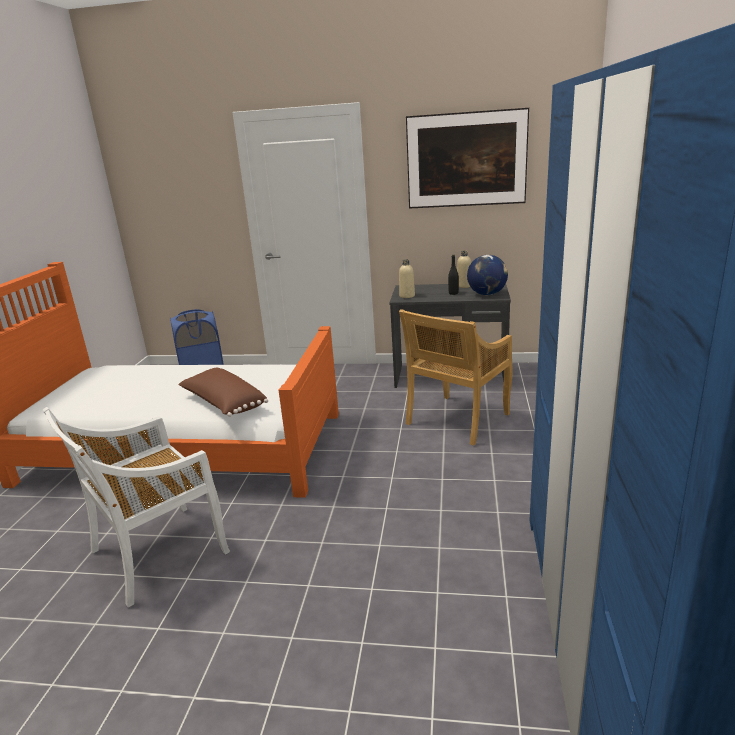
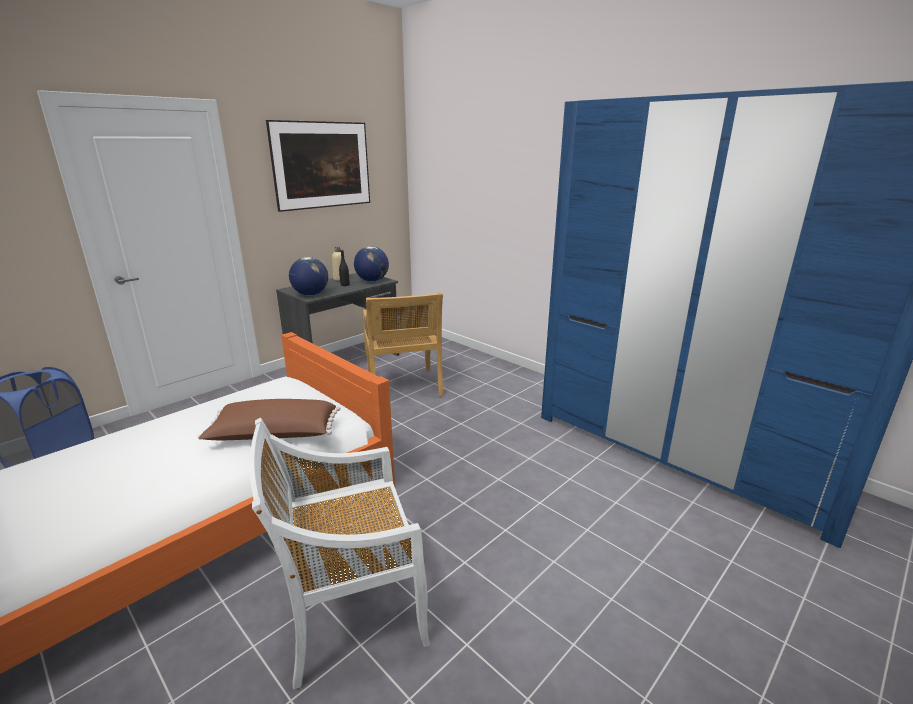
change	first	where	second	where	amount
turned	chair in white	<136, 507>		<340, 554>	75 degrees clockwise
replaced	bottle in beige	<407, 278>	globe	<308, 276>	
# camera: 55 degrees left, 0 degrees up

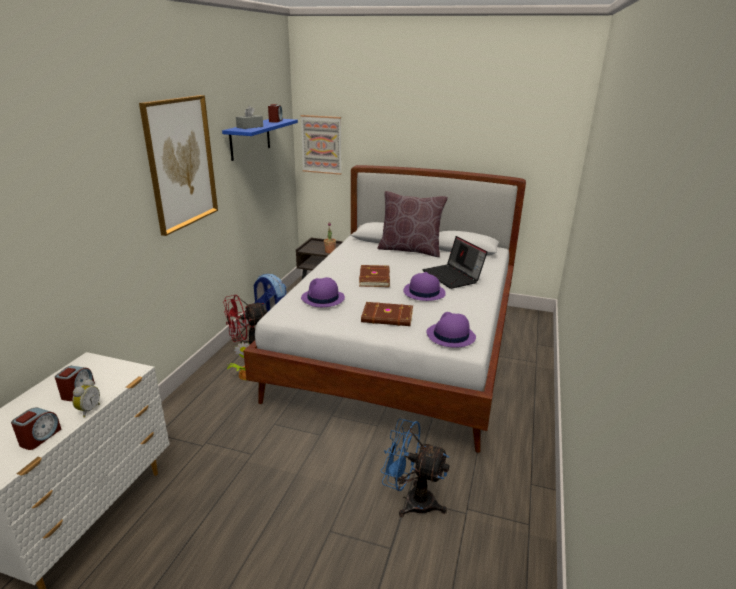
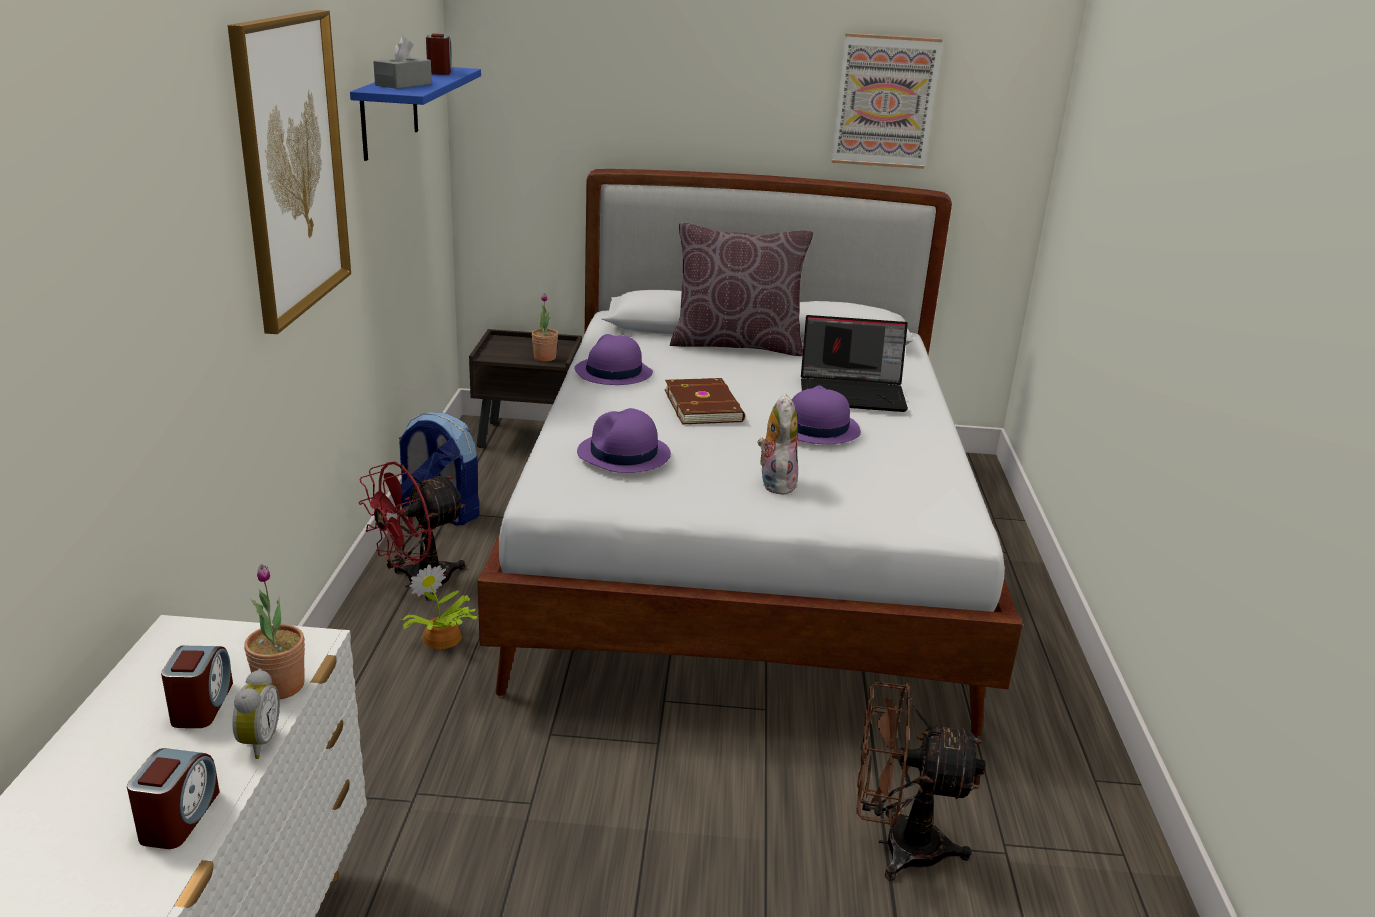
change	first	where	second	where	amount
added			potted plant	<274, 631>	
moved	hat in purple	<451, 330>		<613, 359>	
replaced	book in brown	<387, 314>	plush toy	<778, 444>	
turned	laptop	<455, 262>		<854, 363>	45 degrees counterclockwise
moved	picture	<321, 145>		<887, 101>	
recoloured	fan in blue	<415, 468>	fan in brown	<921, 781>	
# camera: 15 degrees left, 0 degrees up

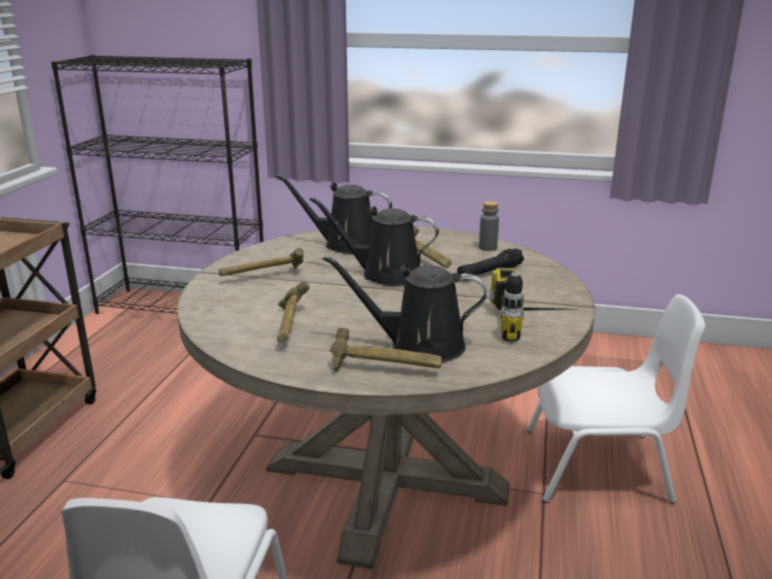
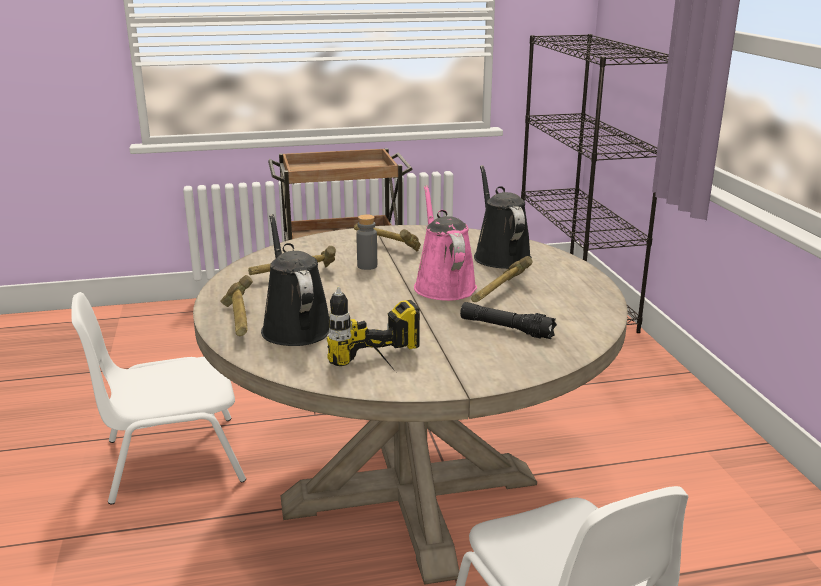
change	first	where	second	where	amount
moved	bottle in grey	<489, 226>		<366, 242>	
recoloured	watering can in black	<374, 241>	watering can in pink	<445, 243>	
# camera: 65 degrees right, 0 degrees up

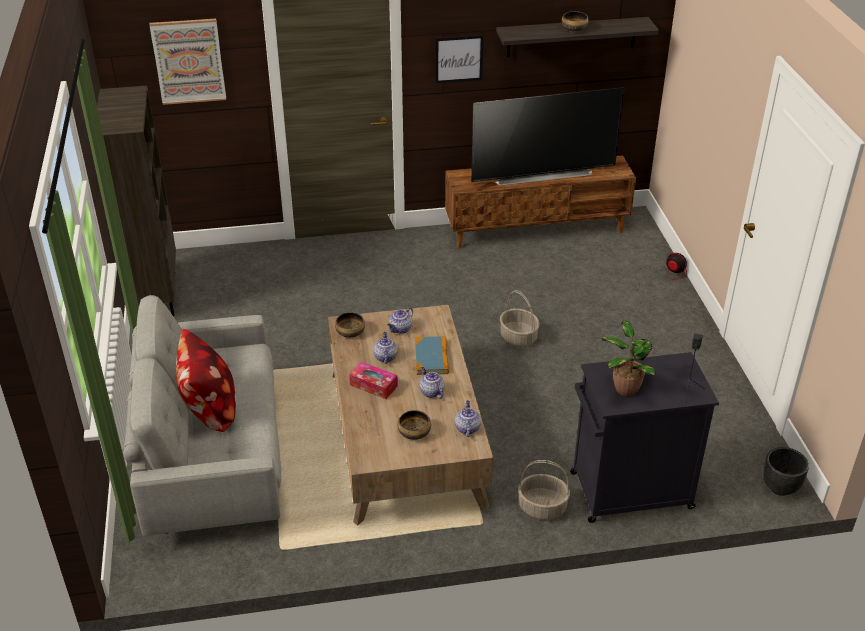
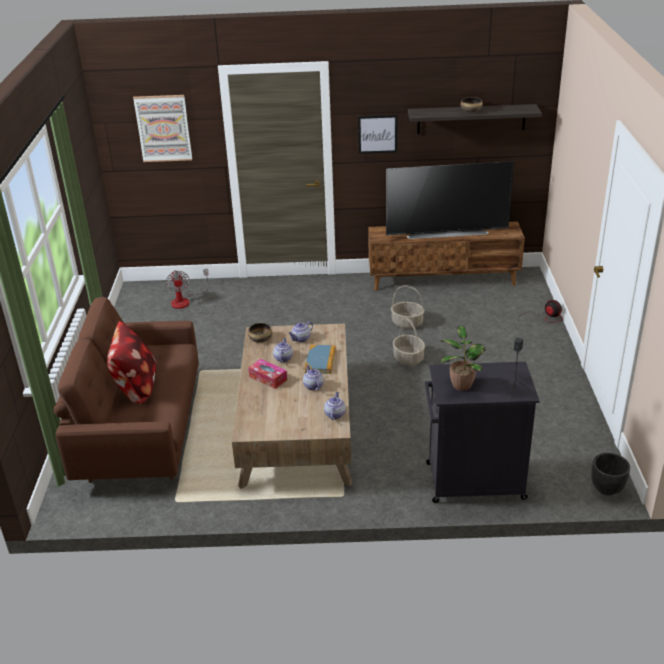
change	first	where	second	where	amount
recoloured	sofa in grey	<202, 415>	sofa in brown	<126, 390>	
added			fan	<187, 289>	
moved	basket	<544, 490>		<407, 307>	
removed	bookcase in brown	<136, 201>			
removed	bowl	<414, 425>			
# camera: 10 degrees right, 5 degrees down

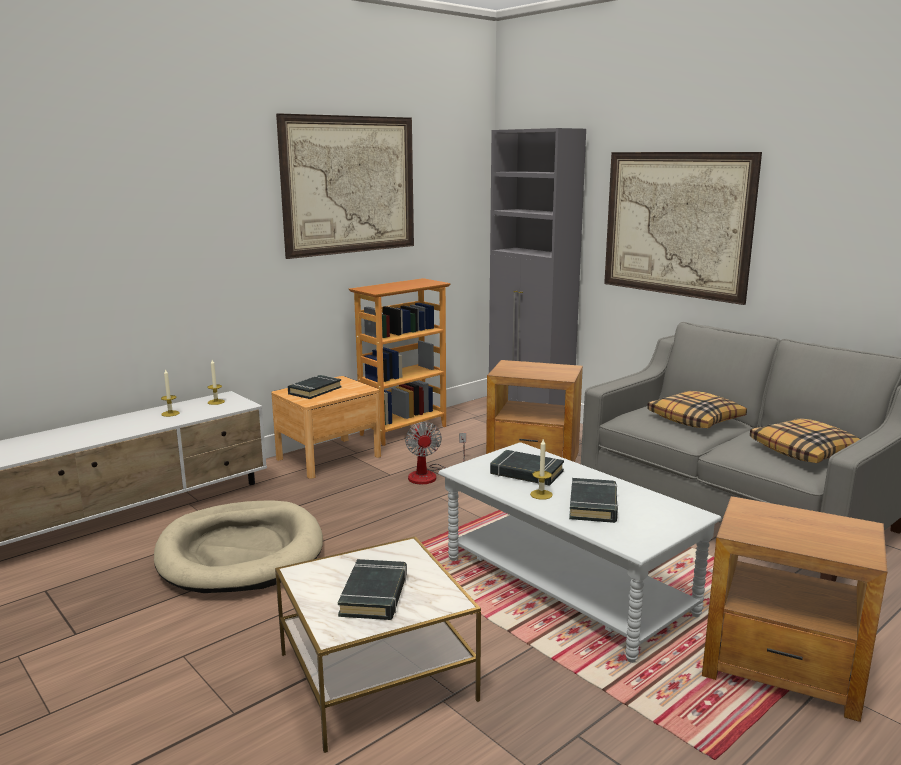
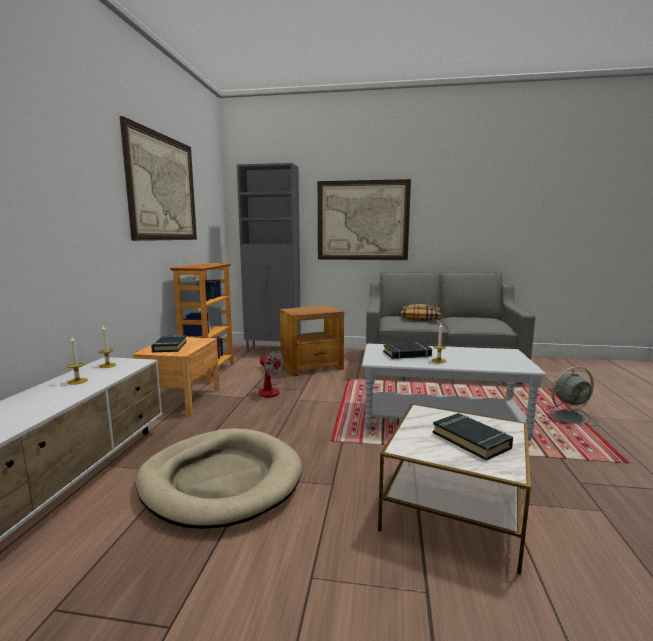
change	first	where	second	where	amount
replaced	side table in brown	<794, 609>	fan in grey	<570, 396>	
removed	book in black	<593, 500>			
removed	pillow	<805, 440>			
# camera: 40 degrees left, 5 degrees down

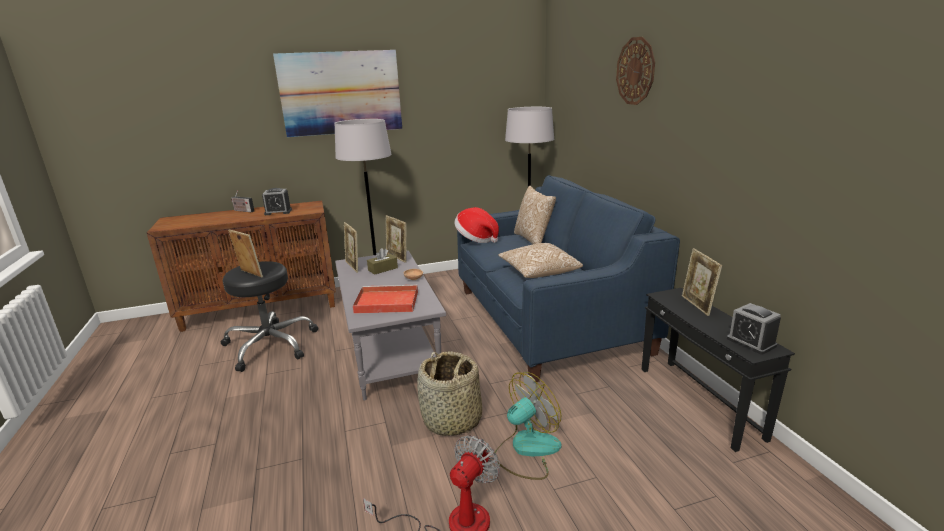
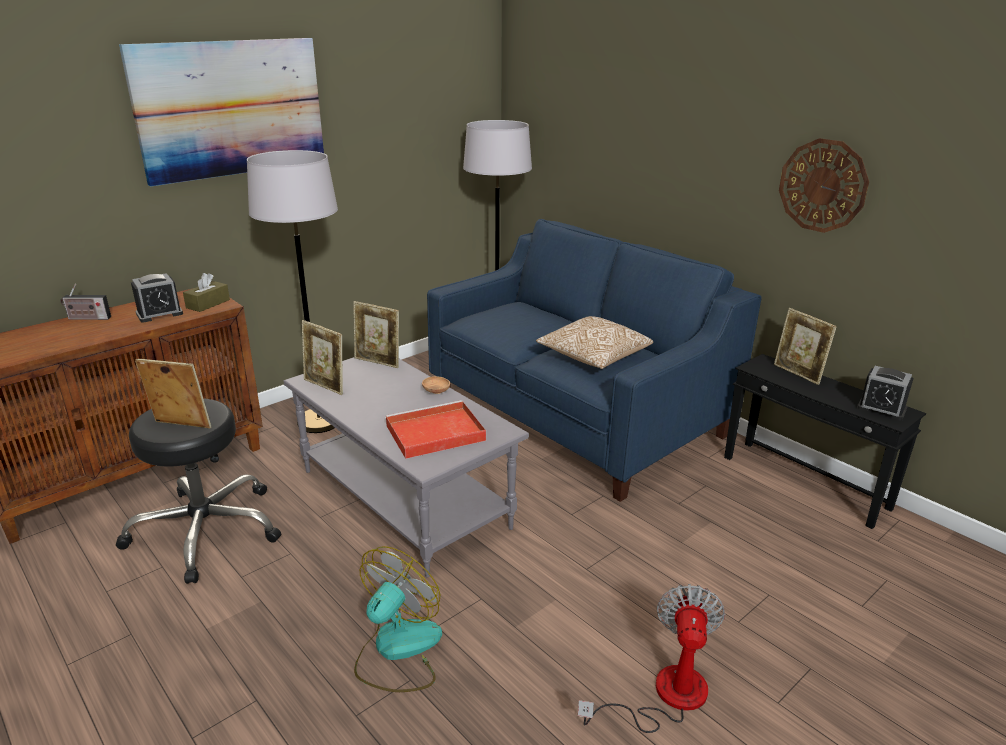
change	first	where	second	where	amount
moved	tissue box in brown	<382, 261>		<206, 292>	
moved	fan	<528, 426>		<398, 619>	
moved	wall clock	<635, 71>		<824, 185>	
removed	basket	<449, 393>			
removed	hat	<476, 225>			
removed	pillow	<535, 215>			
# camera: 25 degrees left, 5 degrees up

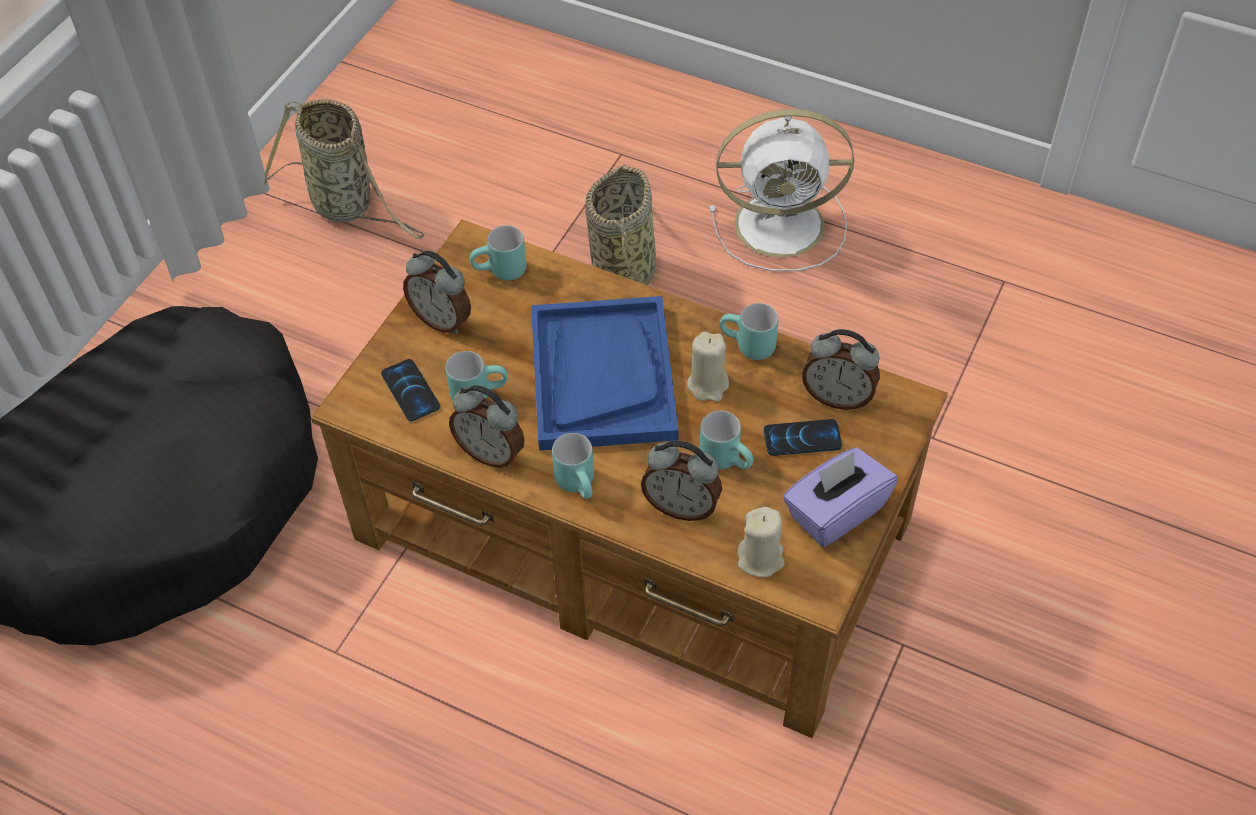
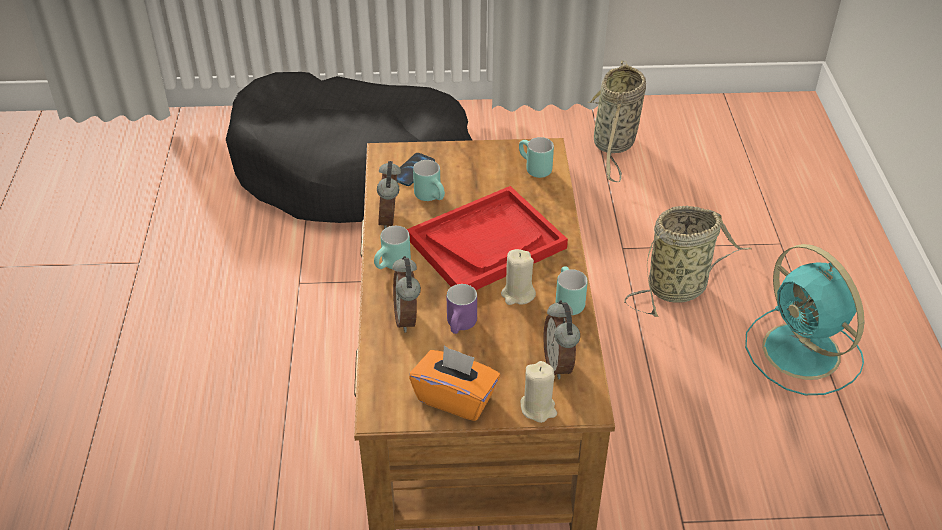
change	first	where	second	where	amount
recoloured	tray in blue	<605, 373>	tray in red	<487, 238>	
recoloured	tissue box in purple	<840, 497>	tissue box in orange	<454, 383>	
recoloured	mug in turquoise	<726, 440>	mug in purple	<462, 309>	
moved	candle in beige	<761, 542>		<539, 392>	
recoloured	fan in white	<782, 190>	fan in turquoise	<804, 319>	
removed	alarm clock	<437, 292>			
removed	phone	<803, 437>			
# camera: 60 degrees right, 10 degrees down

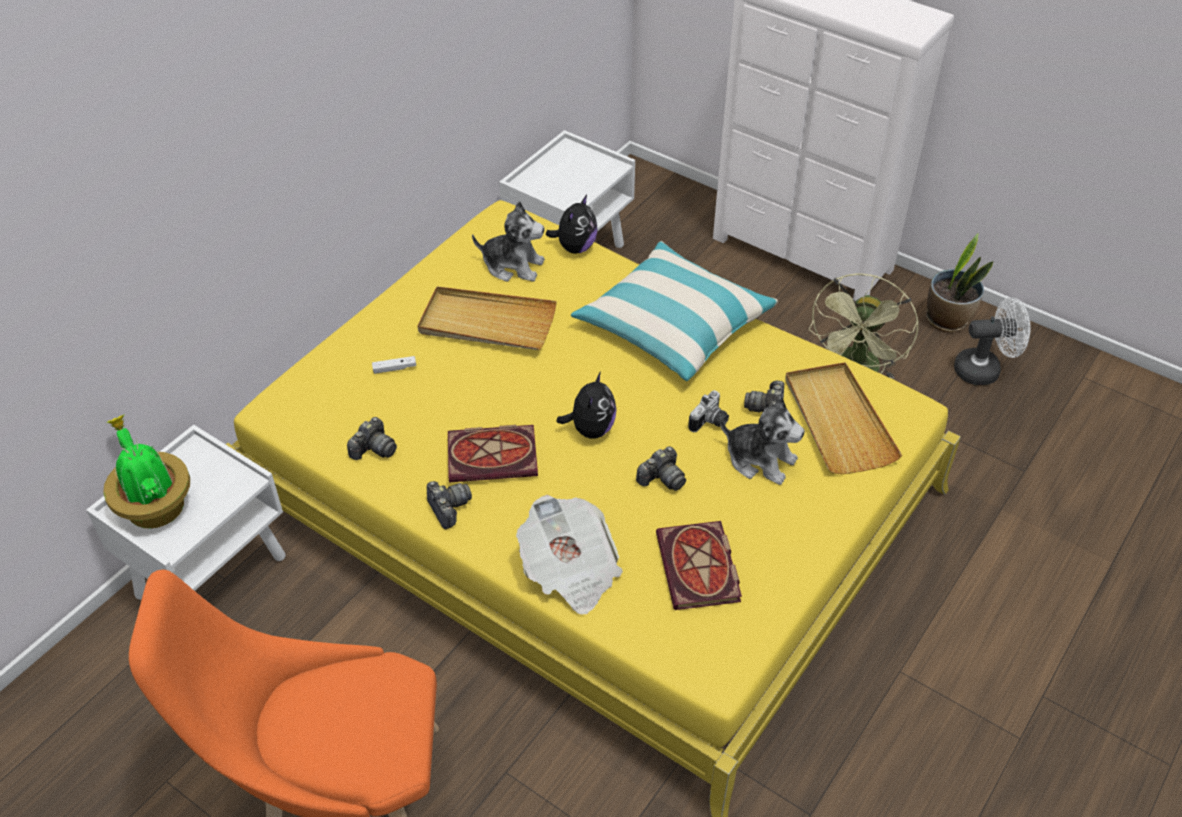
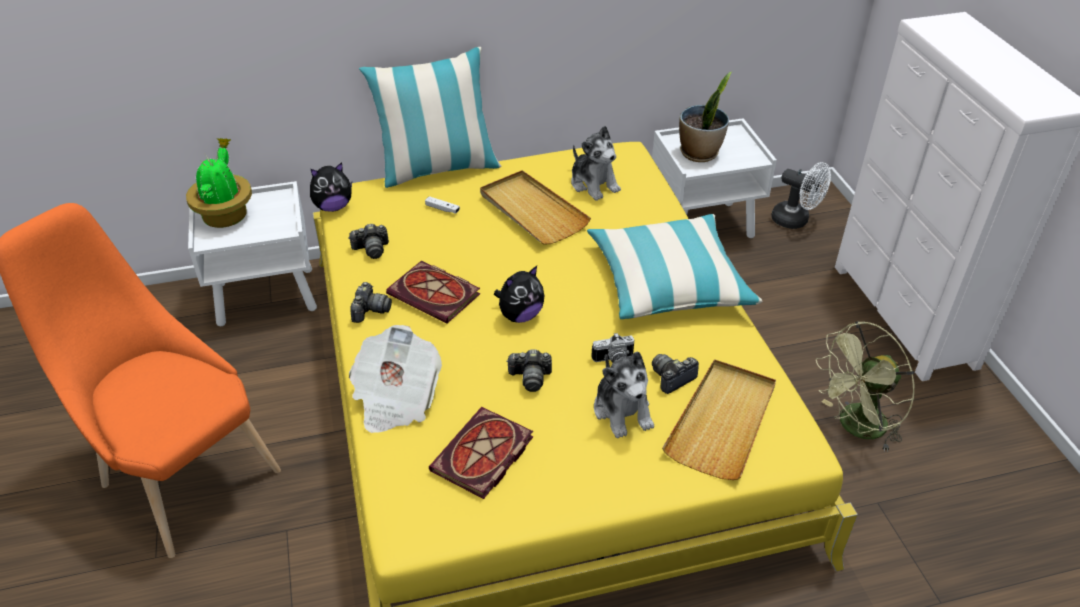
change	first	where	second	where	amount
moved	plush toy	<571, 224>		<331, 187>	
added			pillow	<430, 117>	
moved	potted plant	<959, 283>		<705, 117>	
moved	fan in white	<992, 341>		<801, 195>	
# camera: 40 degrees right, 5 degrees down

